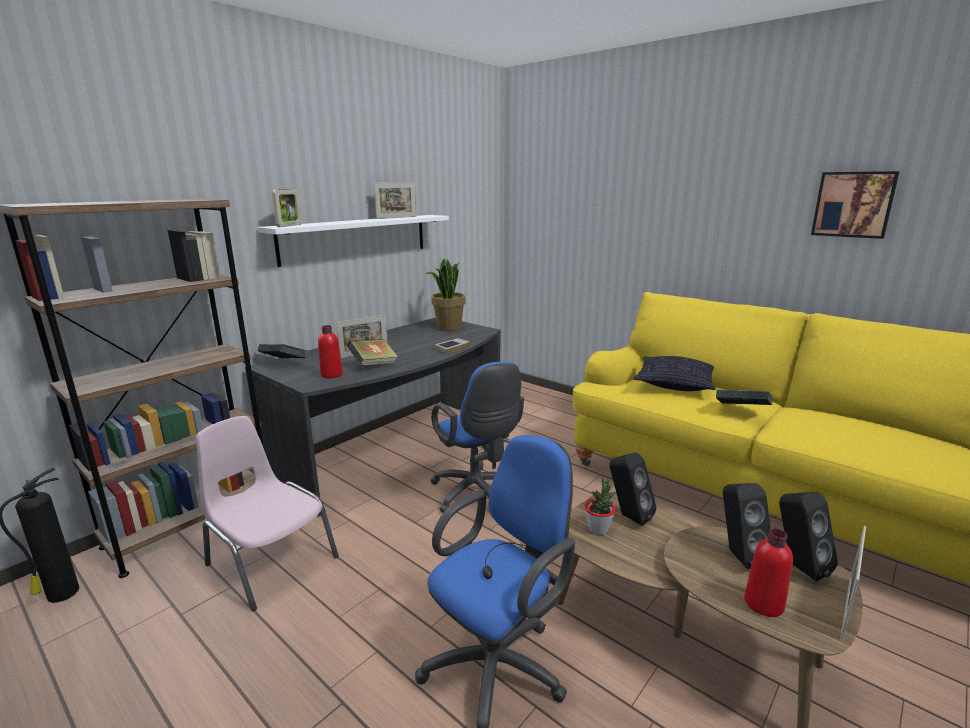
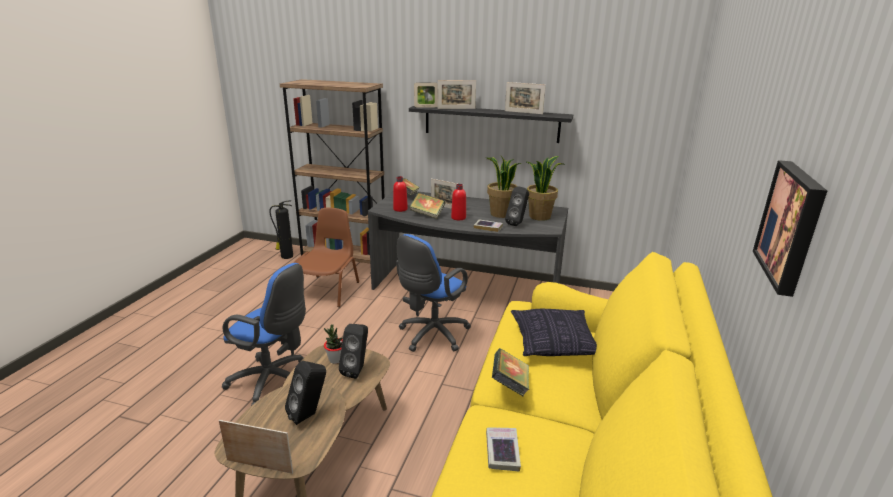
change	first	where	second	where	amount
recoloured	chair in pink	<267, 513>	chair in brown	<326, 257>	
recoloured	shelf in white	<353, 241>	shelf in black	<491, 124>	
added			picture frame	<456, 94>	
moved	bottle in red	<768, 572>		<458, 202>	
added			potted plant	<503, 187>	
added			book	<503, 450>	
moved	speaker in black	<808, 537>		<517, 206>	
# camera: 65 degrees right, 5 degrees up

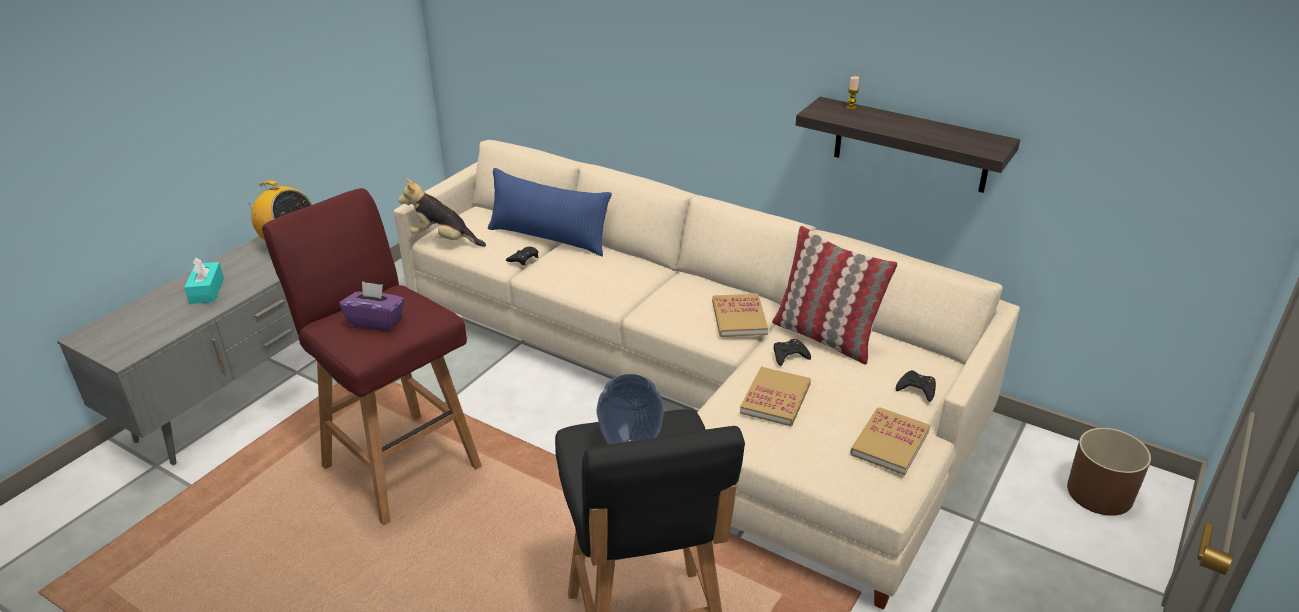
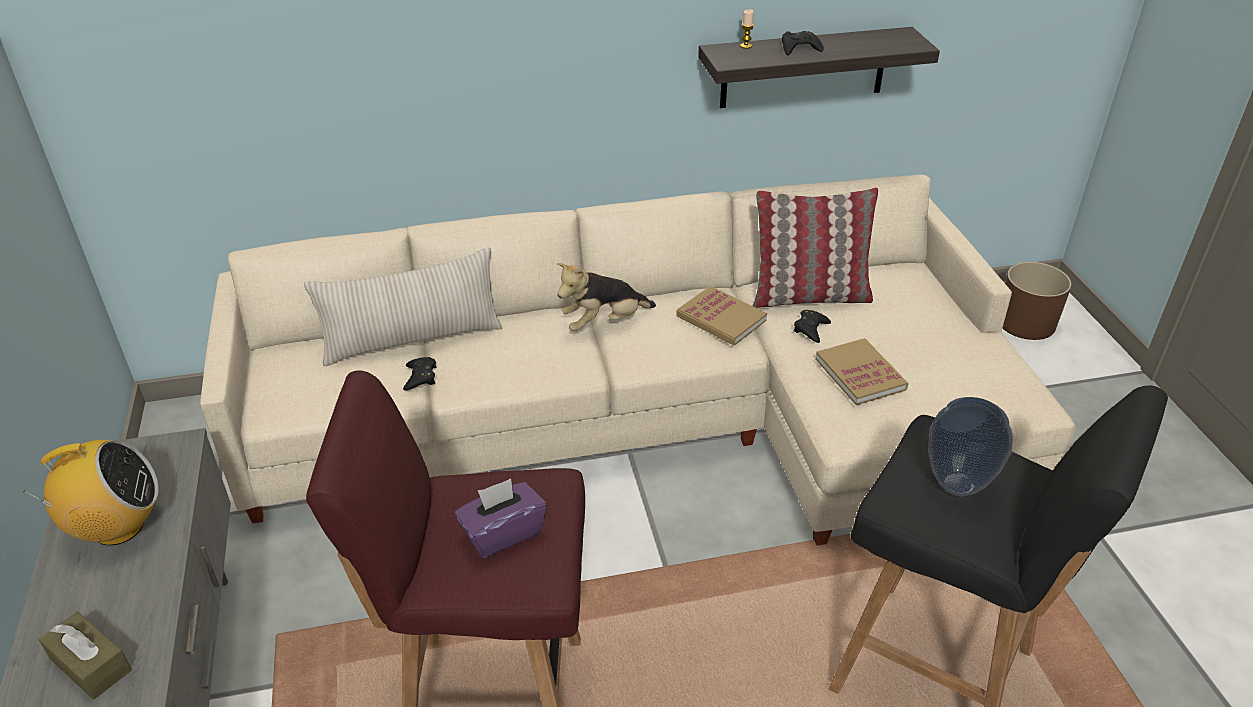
change	first	where	second	where	amount
recoloured	tissue box in turquoise	<204, 281>	tissue box in brown	<85, 655>	
recoloured	pillow in blue	<550, 212>	pillow in beige	<403, 306>	
moved	plush toy	<442, 212>		<606, 297>	
moved	game controller in black	<916, 386>		<803, 43>	
removed	book	<890, 441>			
# camera: 45 degrees left, 5 degrees up

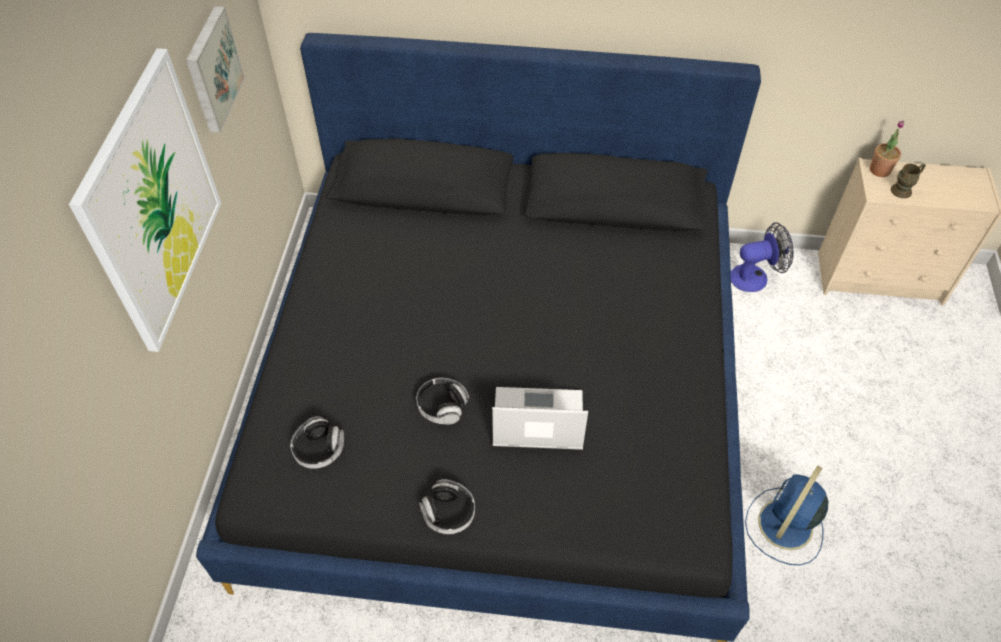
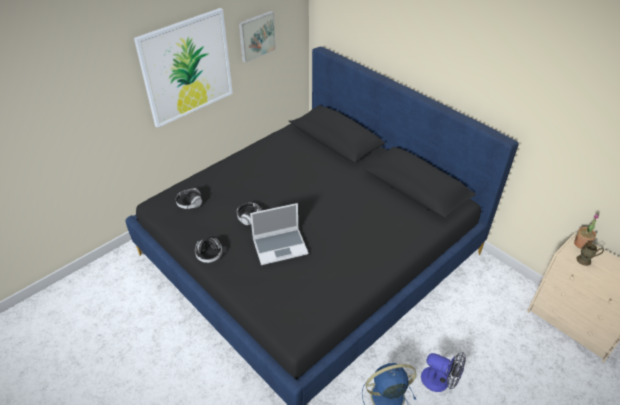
change	first	where	second	where	amount
turned	laptop	<540, 418>		<279, 234>	120 degrees clockwise
moved	fan	<762, 257>		<443, 372>	
# camera: 40 degrees right, 10 degrees down

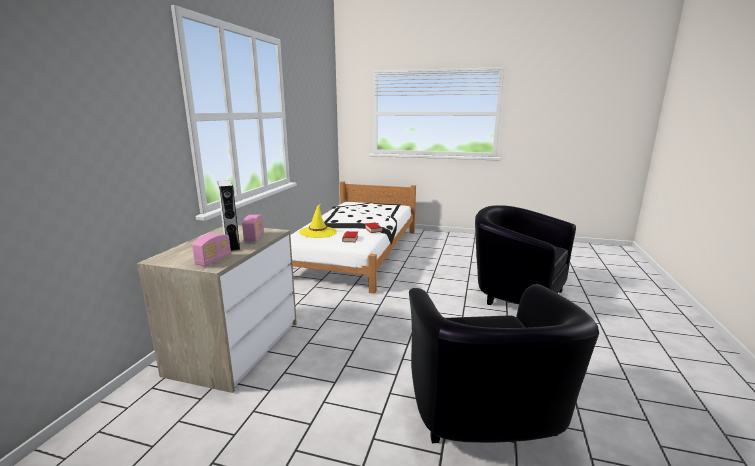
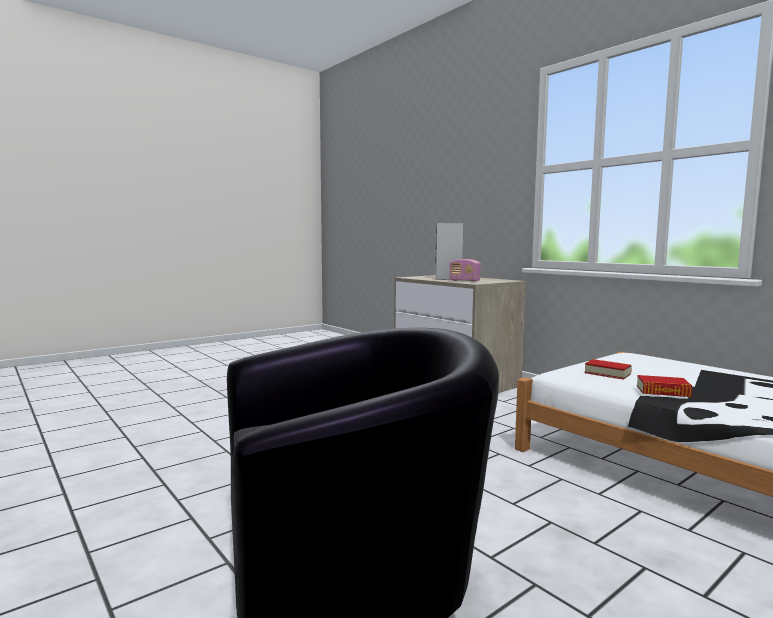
change	first	where	second	where	amount
removed	radio	<211, 249>			
removed	hat in yellow	<318, 221>			
removed	armchair in black	<504, 363>			
# camera: 125 degrees right, 10 degrees down

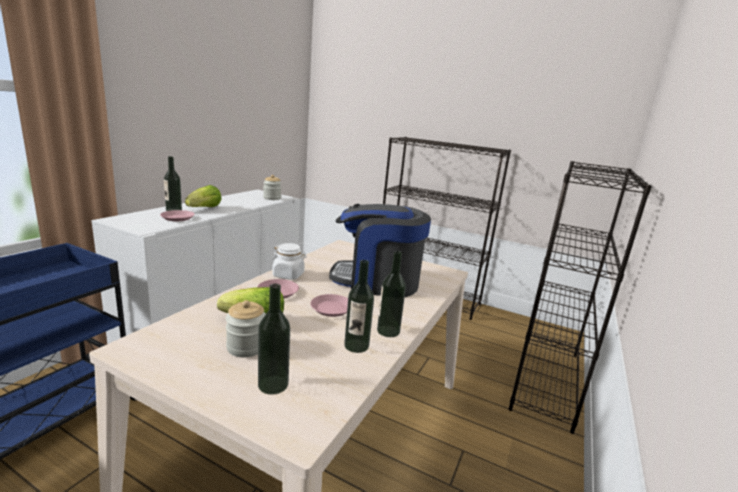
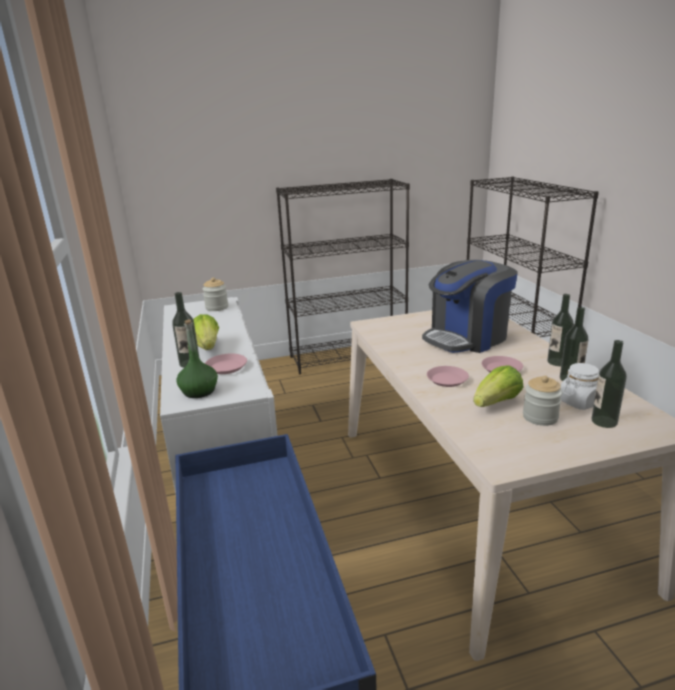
change	first	where	second	where	amount
added			bottle in green	<197, 358>	
moved	jar in white	<289, 261>		<580, 386>	
# camera: 40 degrees left, 5 degrees up

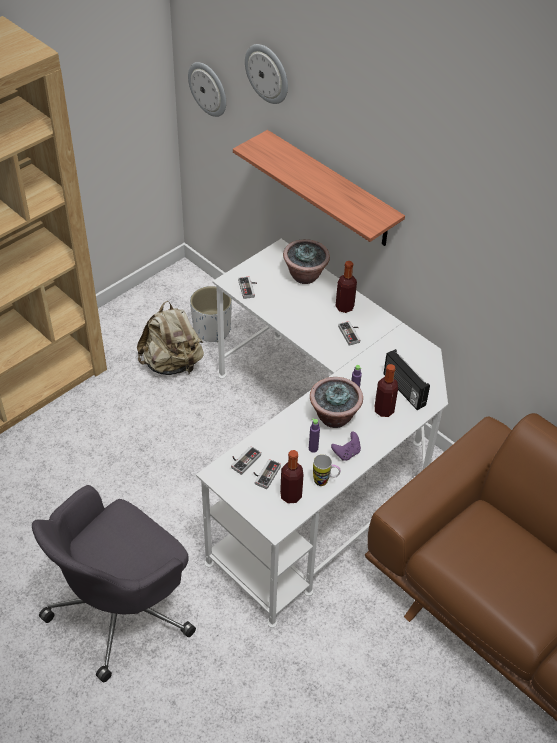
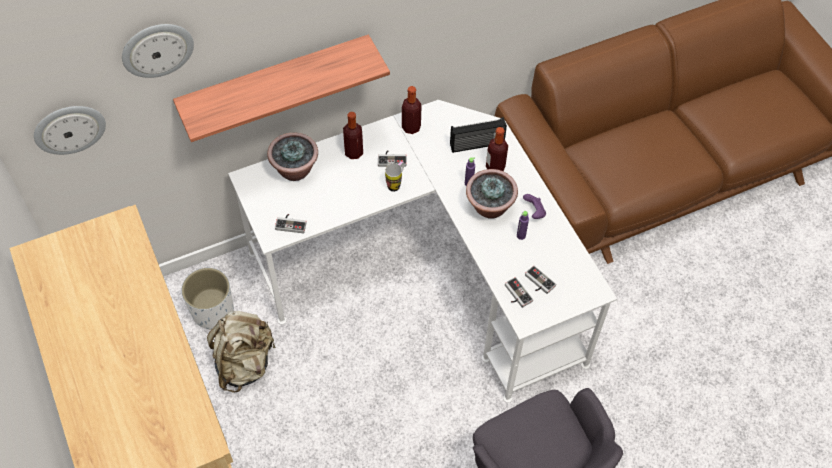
change	first	where	second	where	amount
moved	mug	<326, 470>		<394, 176>	
moved	bottle	<292, 476>		<412, 110>	
# camera: 70 degrees left, 10 degrees up

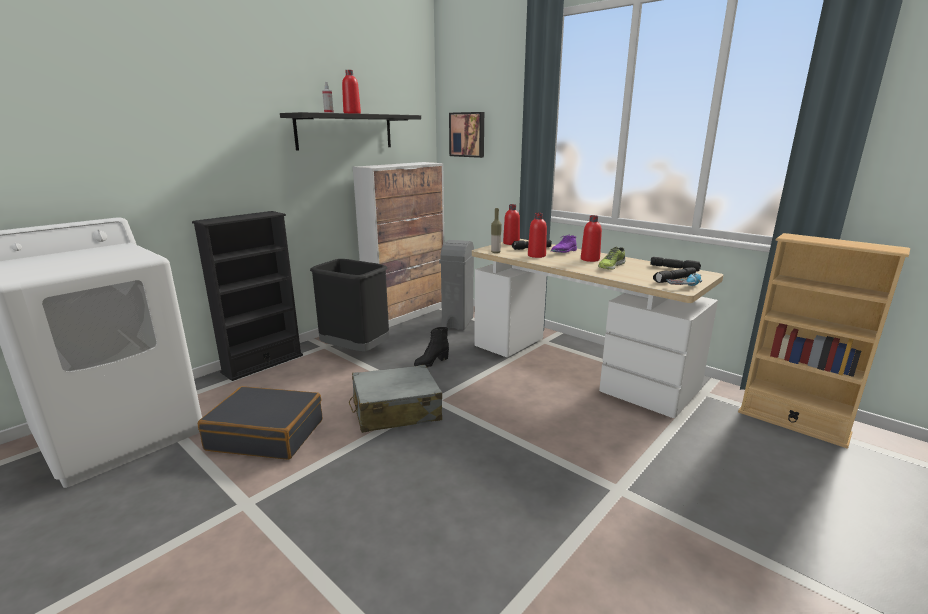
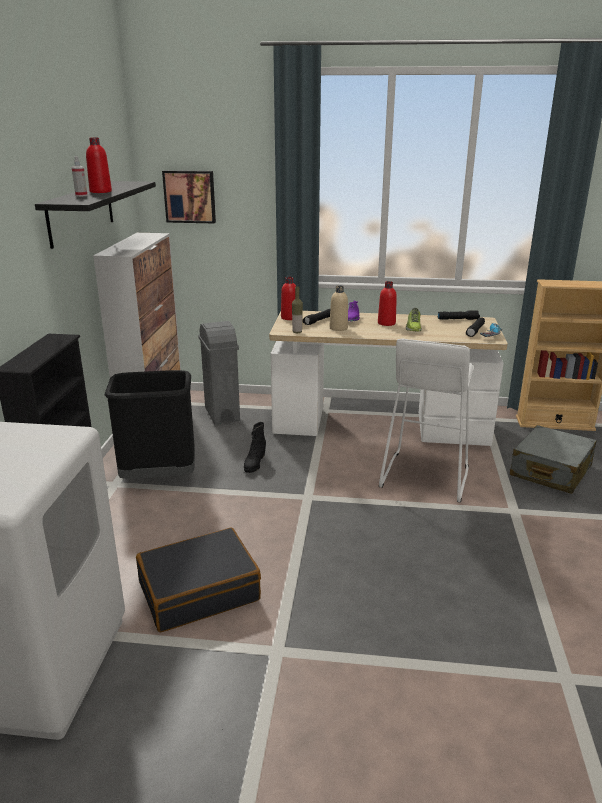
change	first	where	second	where	amount
recoloured	bottle in red	<537, 235>	bottle in beige	<339, 308>	
added			stool in white	<426, 420>	
moved	suitcase in grey	<395, 399>		<553, 459>	
# camera: 35 degrees left, 5 degrees up

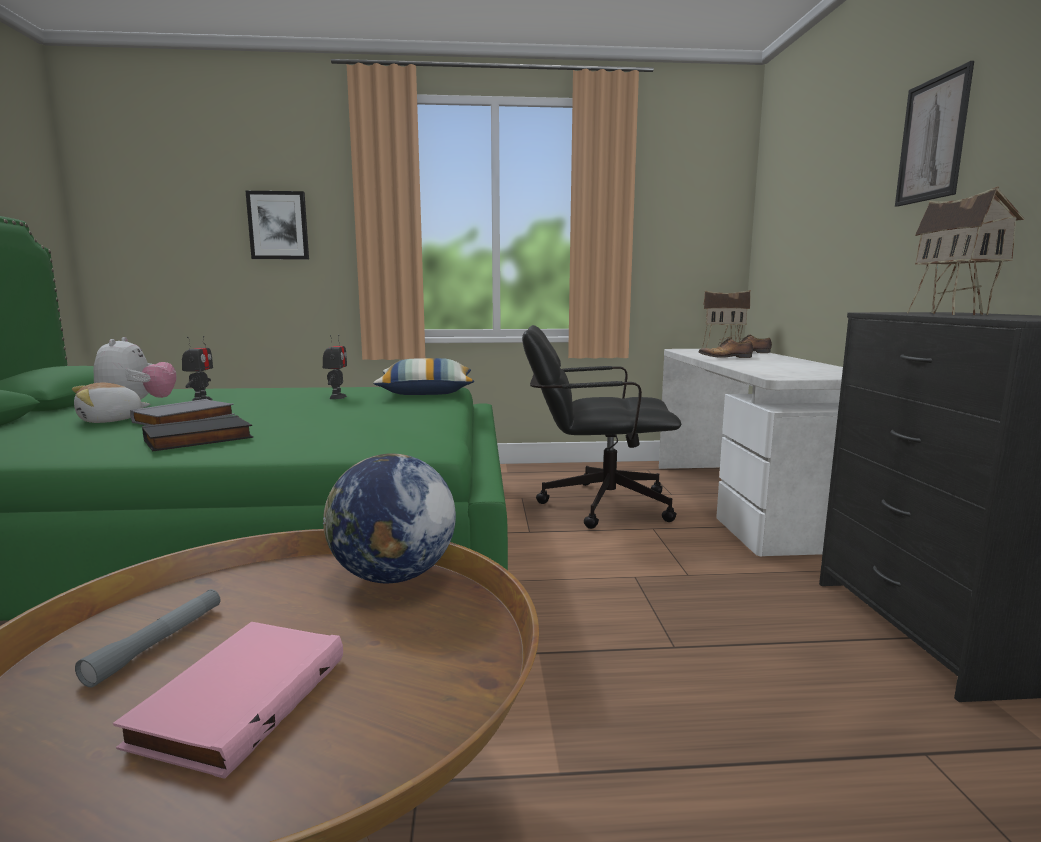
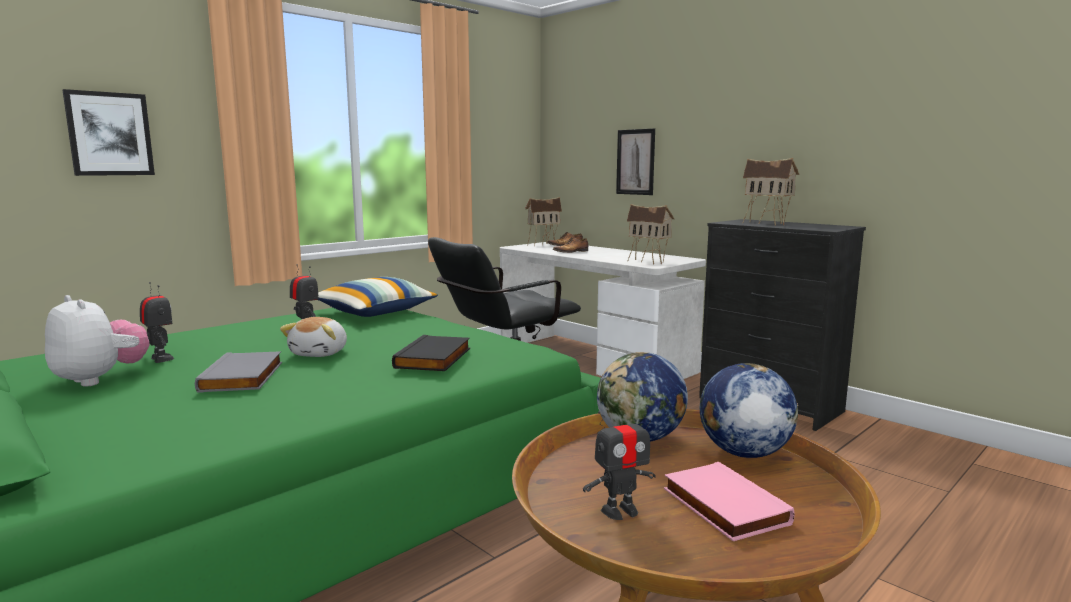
change	first	where	second	where	amount
moved	plush toy	<111, 403>		<313, 337>	
moved	book in black	<197, 433>		<431, 353>	
replaced	flashlight in grey	<148, 638>	toy robot	<619, 463>	
moved	picture	<934, 134>		<635, 161>	
added			toy house	<651, 234>	
added			globe	<749, 410>	
# camera: 40 degrees left, 0 degrees up

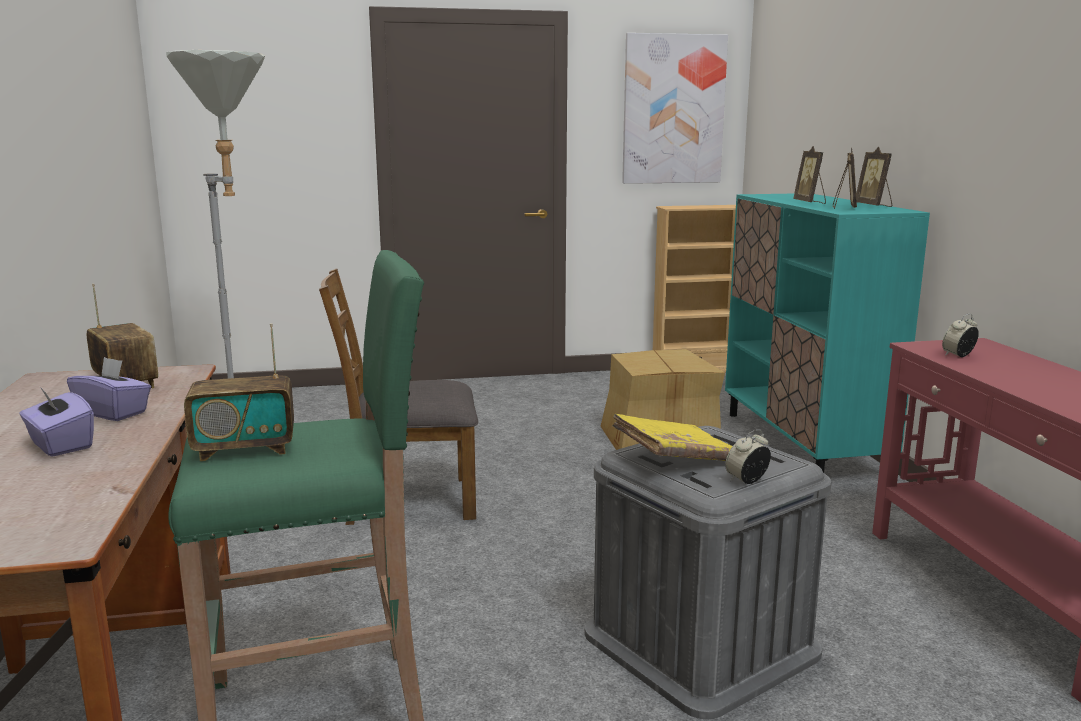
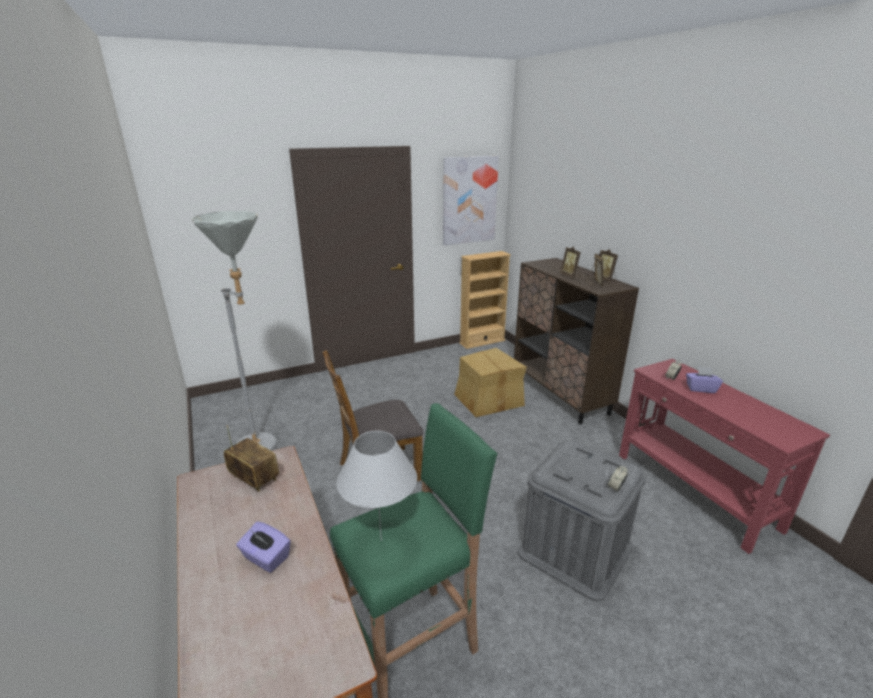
change	first	where	second	where	amount
replaced	radio	<239, 392>	table lamp in white	<377, 486>	
recoloured	cabinet in turquoise	<827, 333>	cabinet in brown	<576, 341>	
moved	tissue box in purple	<109, 389>		<704, 380>	
removed	book in yellow	<673, 437>			
# camera: 15 degrees left, 10 degrees up

